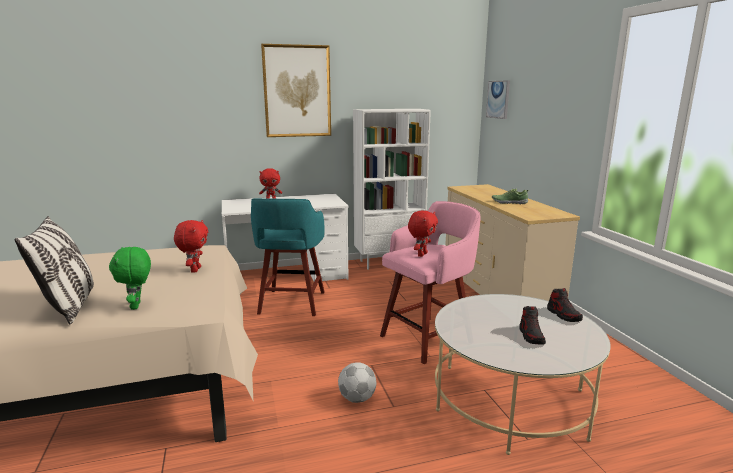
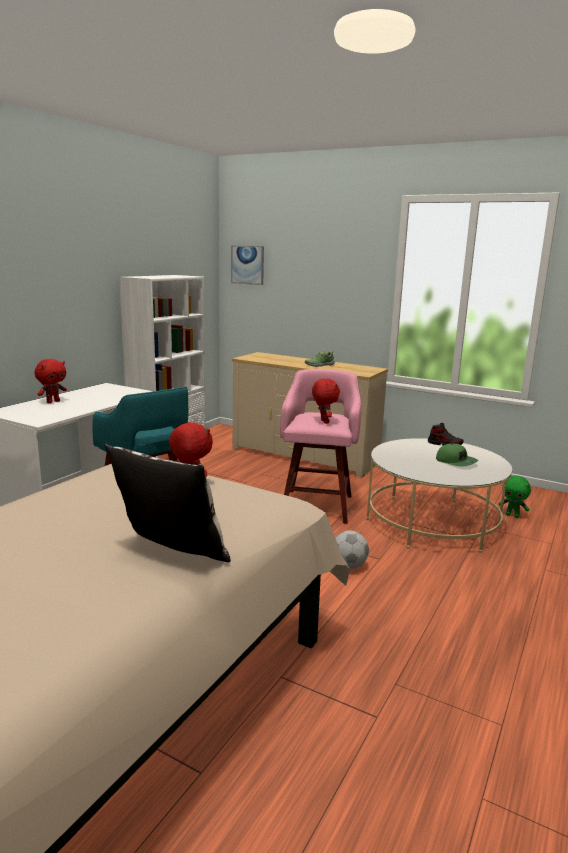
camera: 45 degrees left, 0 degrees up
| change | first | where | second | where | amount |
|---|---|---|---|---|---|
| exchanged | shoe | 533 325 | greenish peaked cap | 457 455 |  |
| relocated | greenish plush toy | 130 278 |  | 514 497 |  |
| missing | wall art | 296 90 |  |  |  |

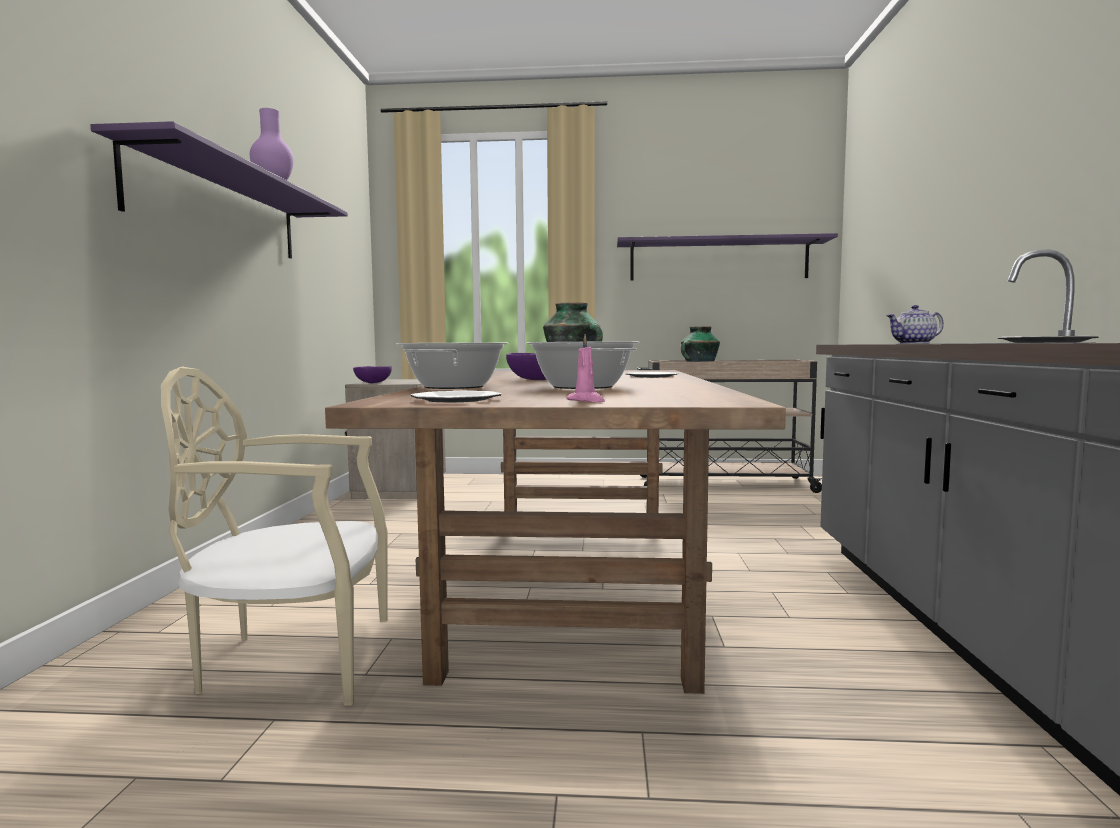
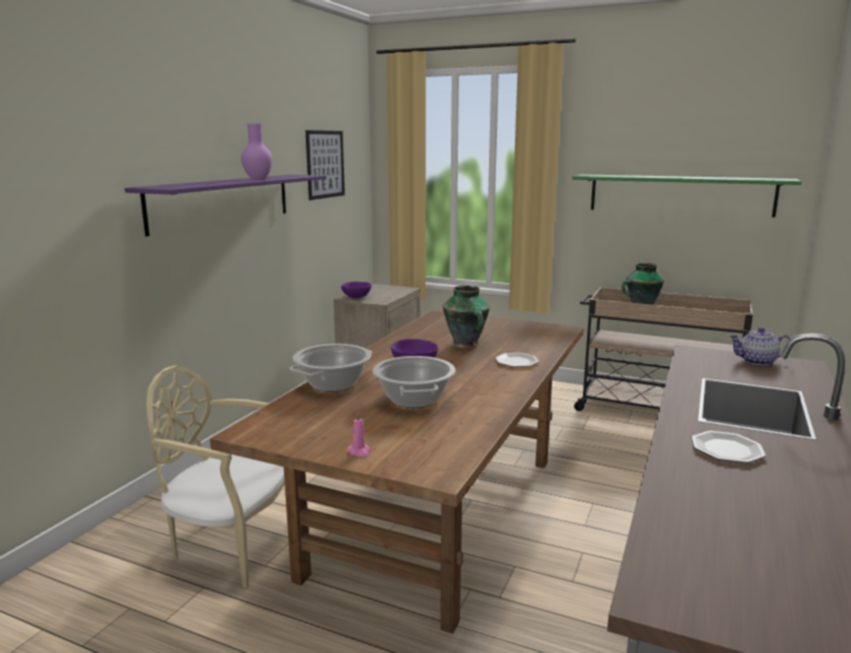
camera: 20 degrees right, 10 degrees up
| change | first | where | second | where | amount |
|---|---|---|---|---|---|
| appeared |  |  | wall art | 325 165 |  |
| colour | purplish bracket shelf | 727 257 | greenish bracket shelf | 687 195 |  |
| missing | flat dish | 456 397 |  |  |  |

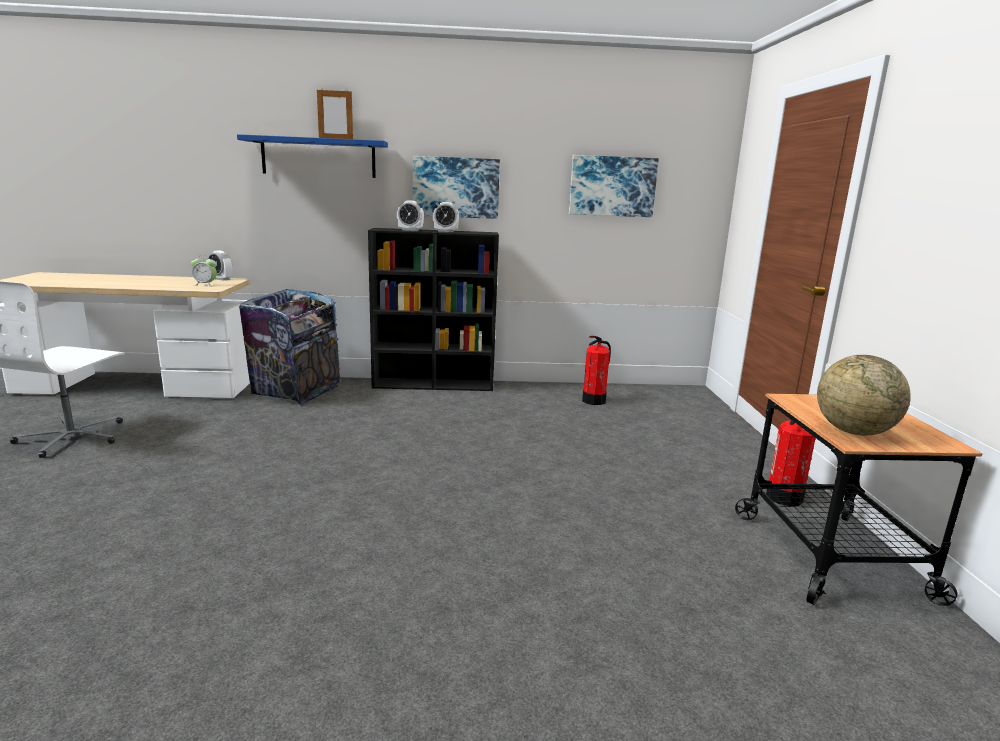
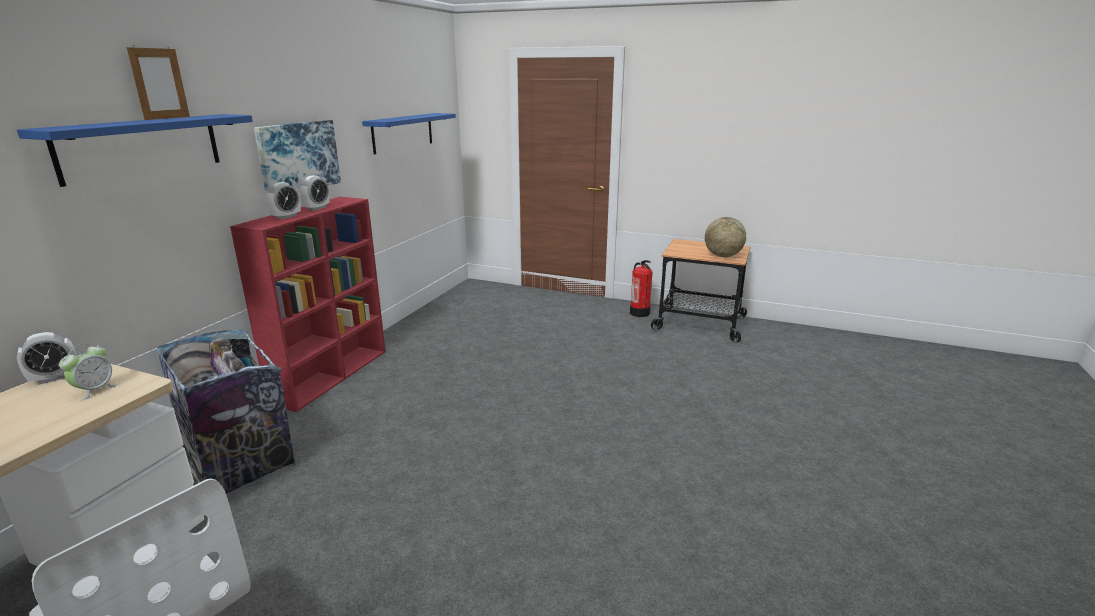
camera: 65 degrees left, 5 degrees up
| change | first | where | second | where | amount |
|---|---|---|---|---|---|
| colour | blackish shelving unit | 433 309 | red-coloured shelving unit | 308 304 |  |
| exchanged | wall art | 614 186 | blue bracket shelf | 409 133 |  |
| missing | fire-fighting cylinder | 596 370 |  |  |  |

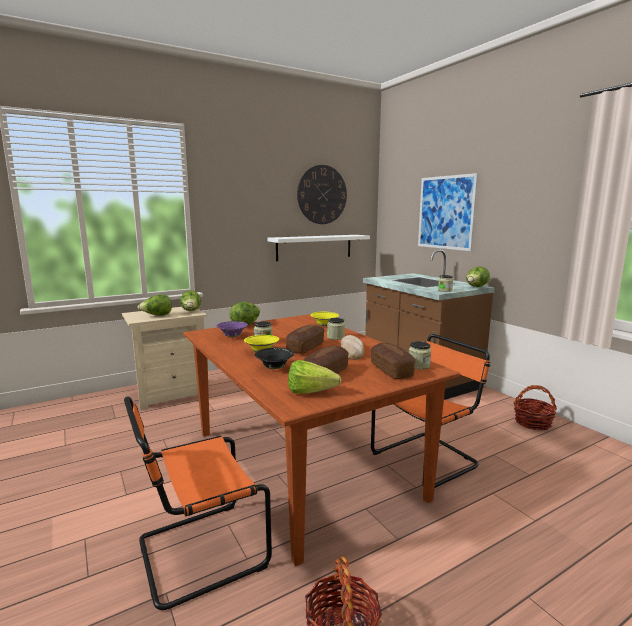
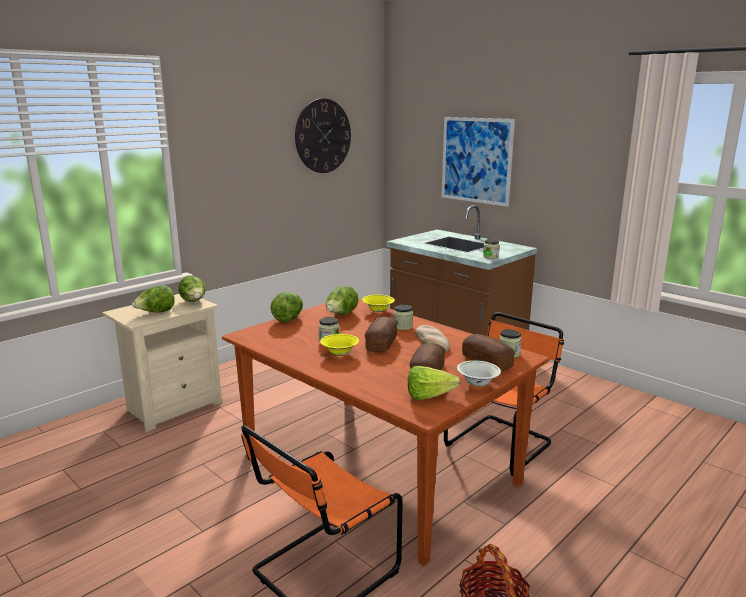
camera: 15 degrees left, 5 degrees up
| change | first | where | second | where | amount |
|---|---|---|---|---|---|
| relocated | lettuce | 478 276 |  | 342 300 |  |
| appeared |  |  | whitish bowl | 479 373 |  |
| missing | purplish bowl | 232 329 |  |  |  |
| missing | blackish bowl | 274 358 |  |  |  |
| missing | whitish bracket shelf | 318 248 |  |  |  |
| missing | basket | 535 408 |  |  |  |

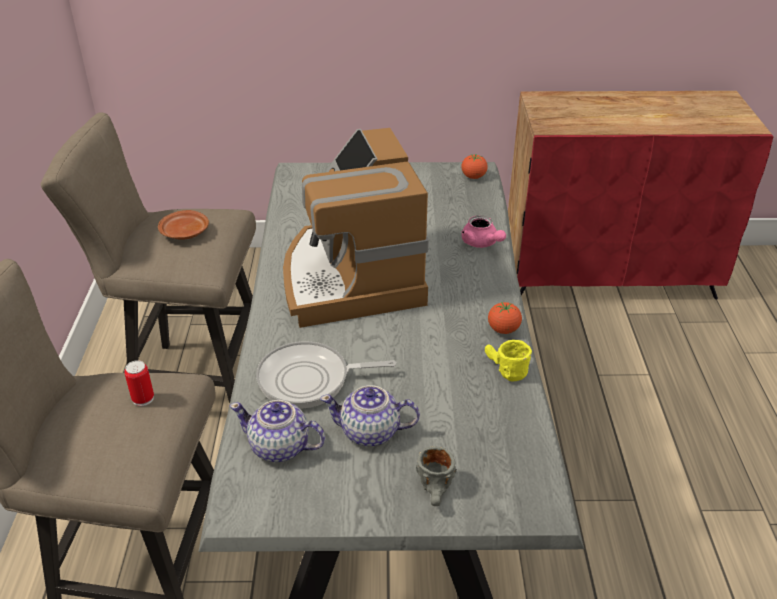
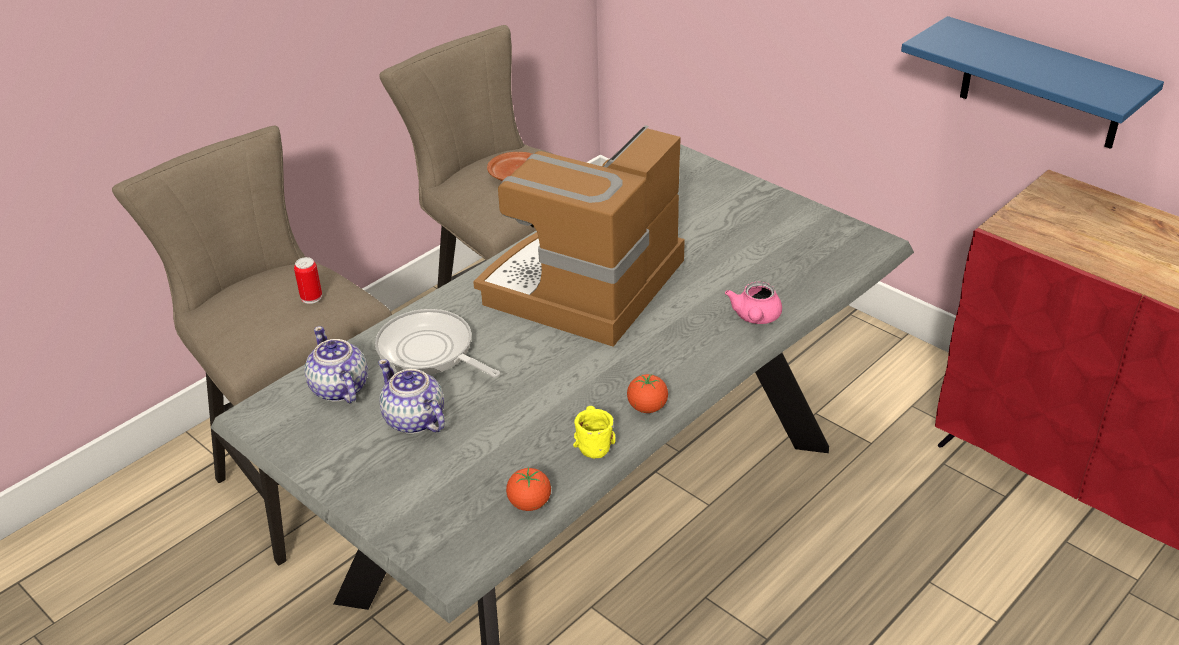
camera: 45 degrees right, 0 degrees up
| change | first | where | second | where | amount |
|---|---|---|---|---|---|
| relocated | whole tomato | 474 166 |  | 528 489 |  |
| appeared |  |  | blue bracket shelf | 1032 82 |  |
| missing | greyish mug | 436 476 |  |  |  |

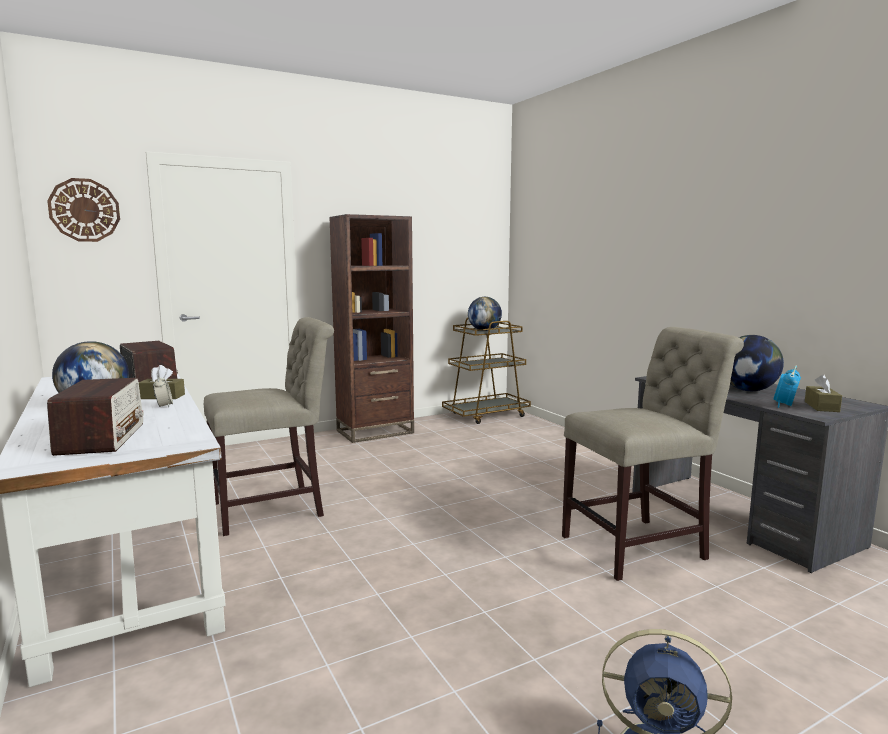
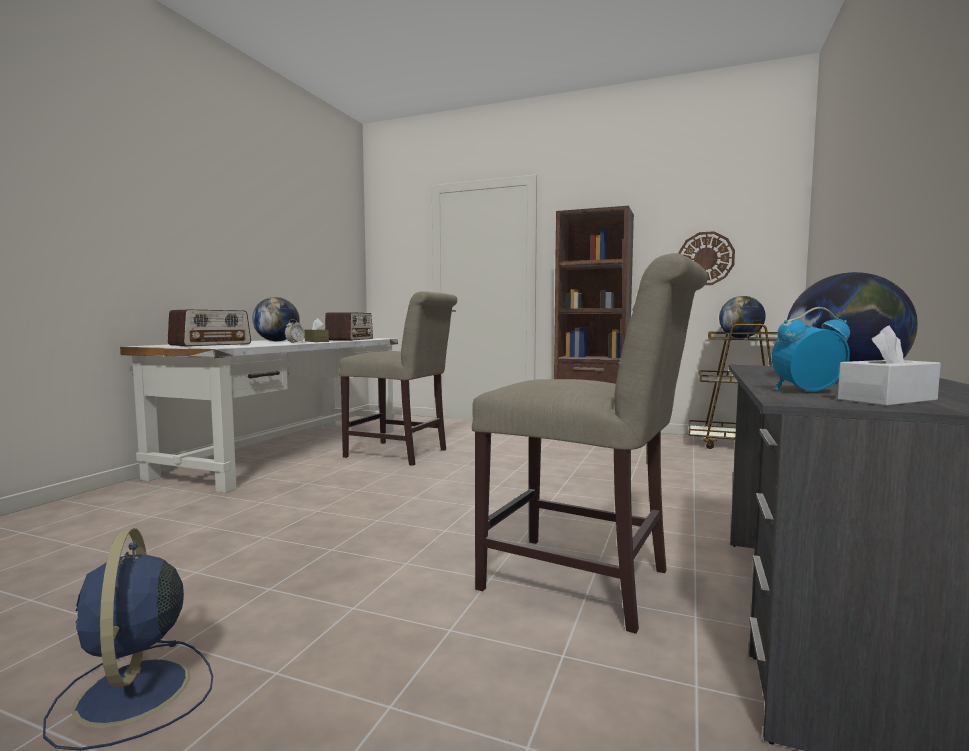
camera: 50 degrees right, 5 degrees down
| change | first | where | second | where | amount |
|---|---|---|---|---|---|
| relocated | hanging clock | 83 210 |  | 706 258 |  |
| colour | brownish box of tissues | 823 393 | whitish box of tissues | 889 366 |  |

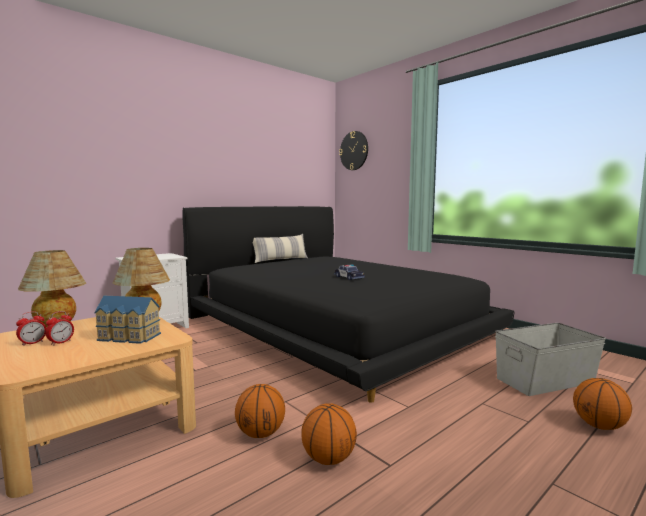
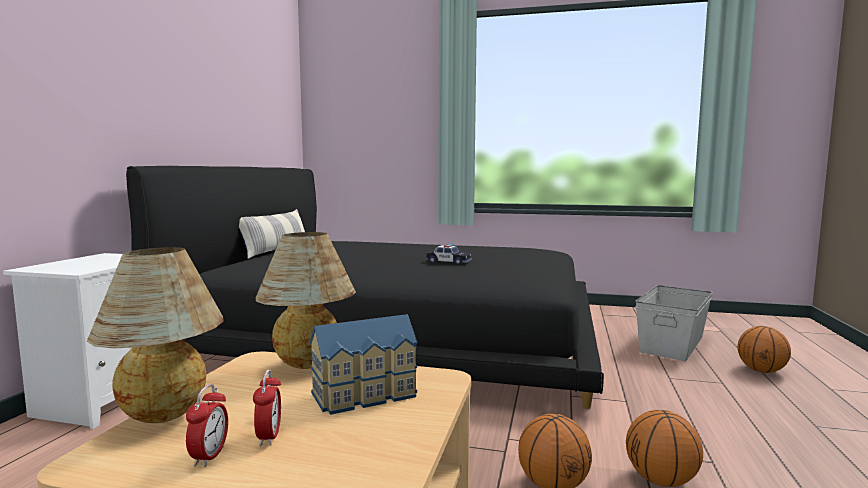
camera: 35 degrees left, 0 degrees up
| change | first | where | second | where | amount |
|---|---|---|---|---|---|
| missing | hanging clock | 353 150 |  |  |  |

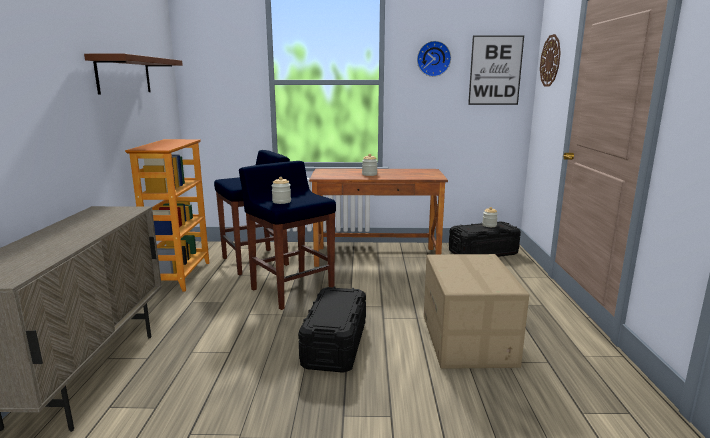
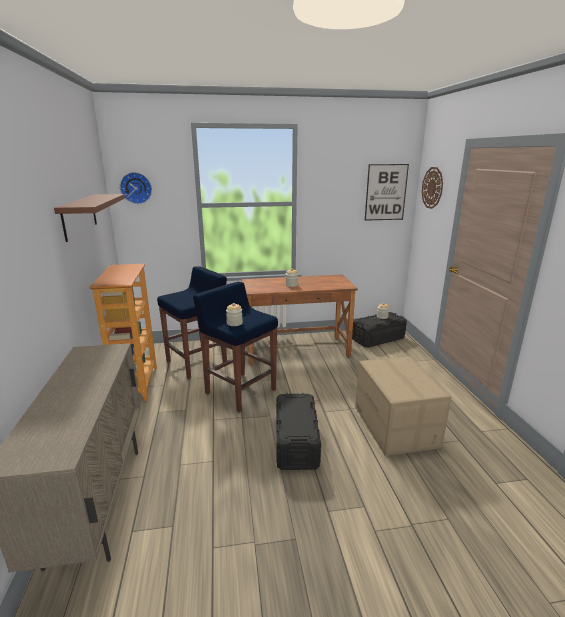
camera: 10 degrees left, 5 degrees up
| change | first | where | second | where | amount |
|---|---|---|---|---|---|
| relocated | hanging clock | 434 59 |  | 136 188 |  |

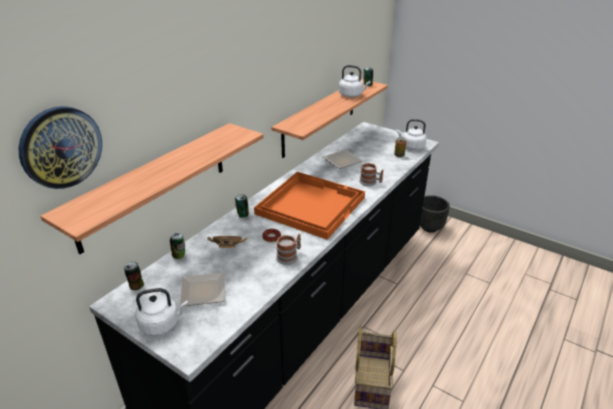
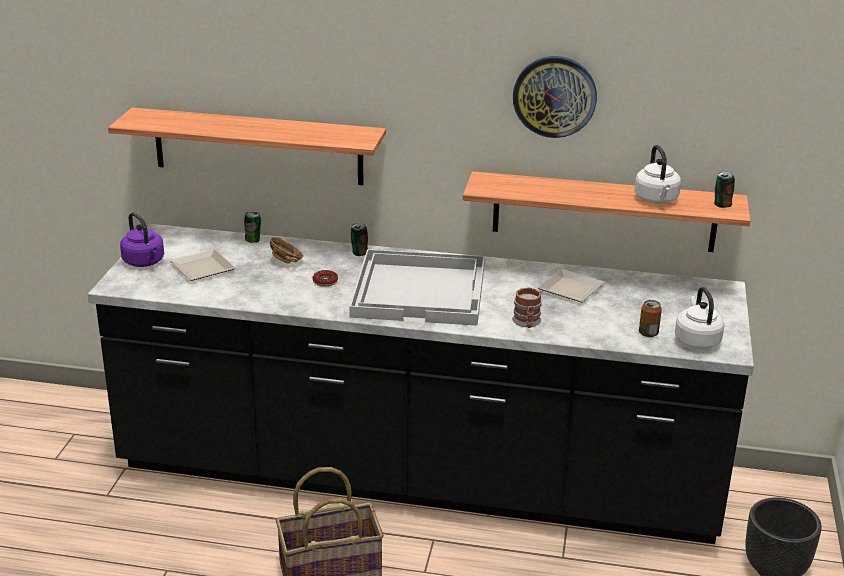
camera: 65 degrees right, 5 degrees down
| change | first | where | second | where | amount |
|---|---|---|---|---|---|
| colour | whitish tea kettle | 161 312 | purplish tea kettle | 142 239 |  |
| colour | orange tray | 309 206 | whitish tray | 417 287 |  |
| relocated | hanging clock | 60 147 |  | 555 97 |  |
| missing | can | 134 275 |  |  |  |
| missing | mug | 288 249 |  |  |  |

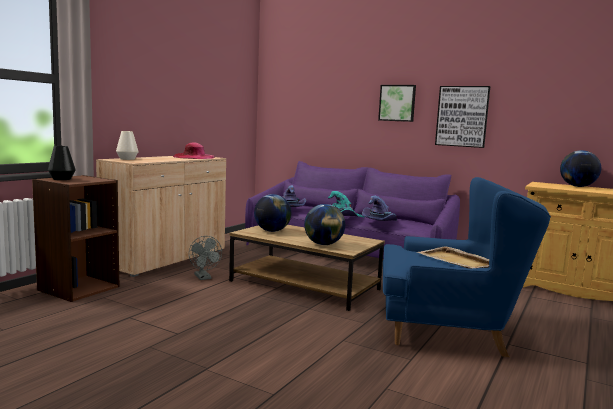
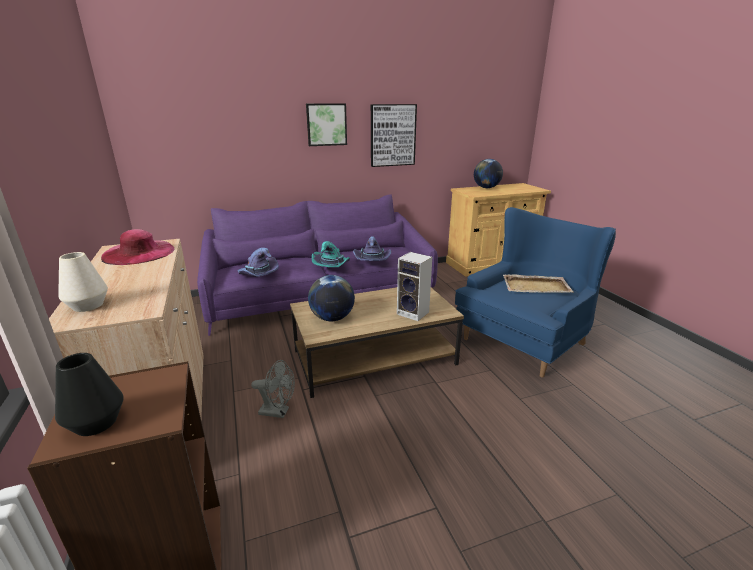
camera: 50 degrees left, 15 degrees up
| change | first | where | second | where | amount |
|---|---|---|---|---|---|
| exchanged | world globe | 324 224 | speaker | 414 286 |  |

